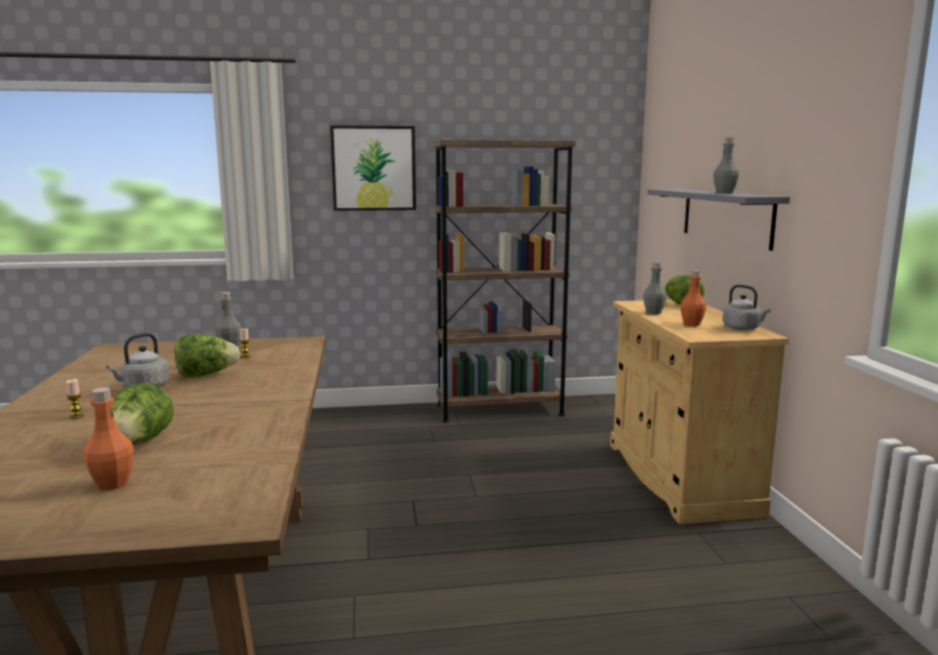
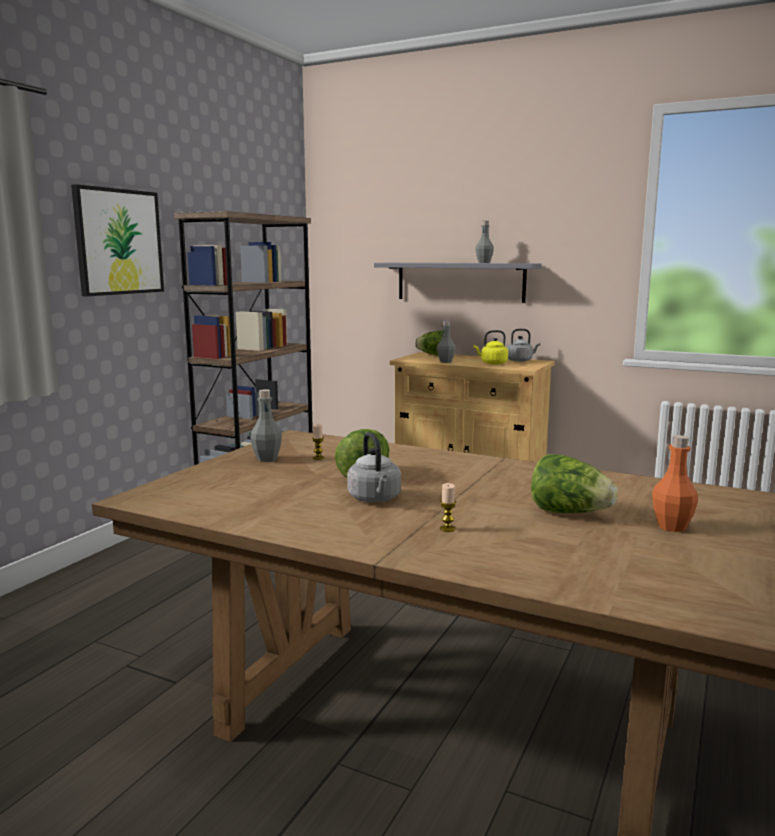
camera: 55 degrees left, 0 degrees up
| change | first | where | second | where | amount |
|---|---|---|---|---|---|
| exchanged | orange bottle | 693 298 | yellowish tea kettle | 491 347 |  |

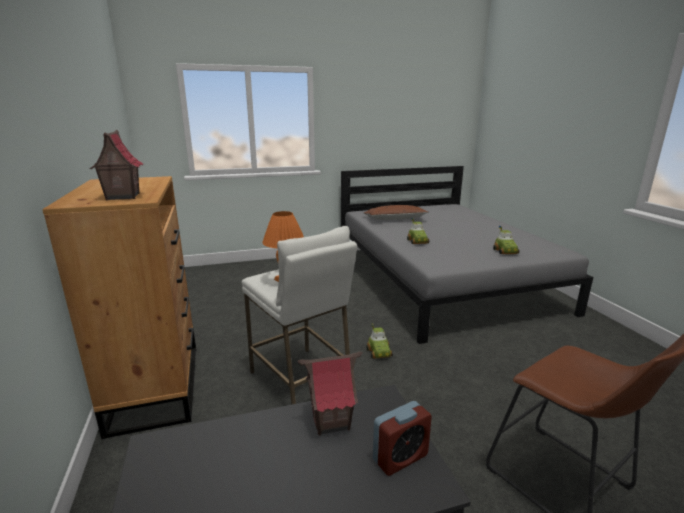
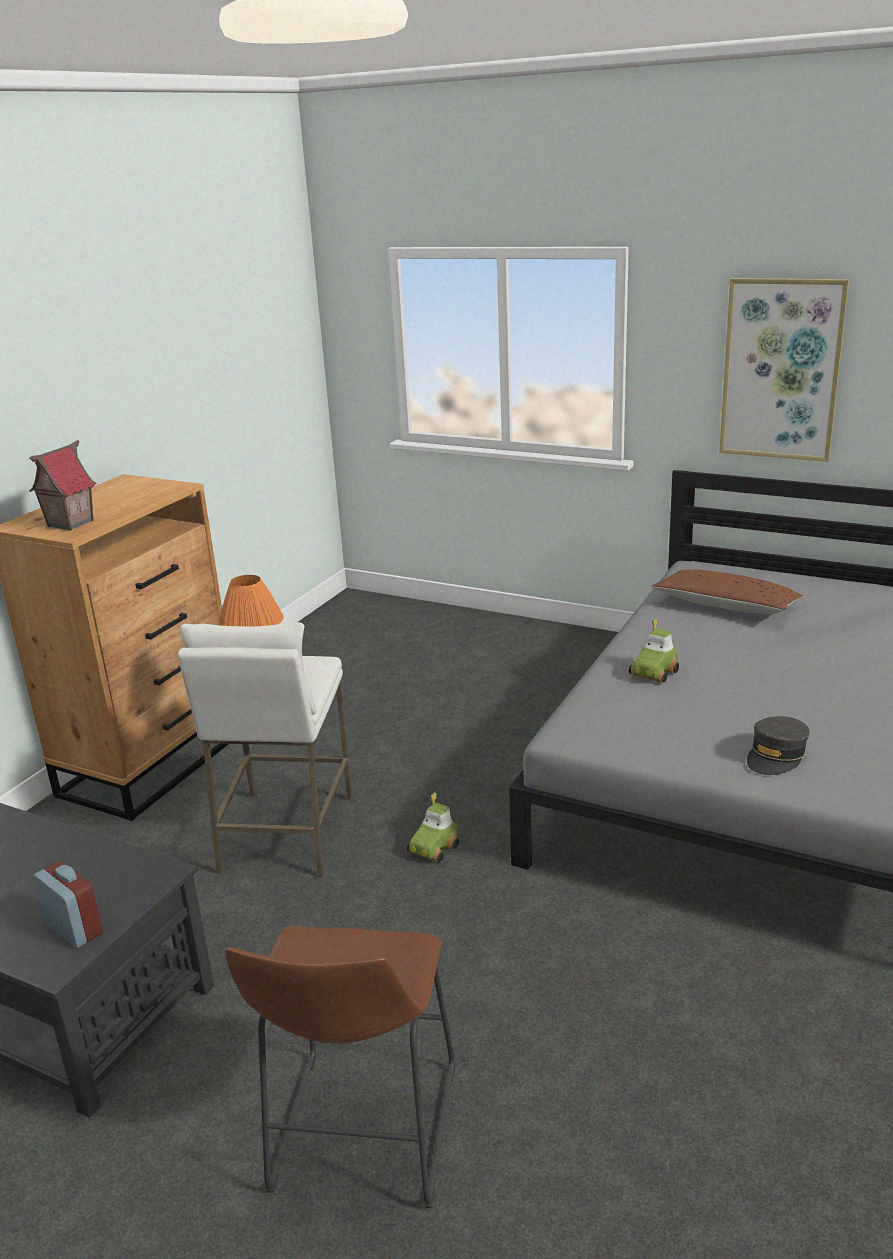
camera: 45 degrees right, 5 degrees up
| change | first | where | second | where | amount |
|---|---|---|---|---|---|
| spun | alarm clock | 402 438 |  | 68 904 | 150 degrees counterclockwise |
| appeared |  |  | wall art | 784 370 |  |
| exchanged | miniature car | 506 240 | greyish peaked cap | 778 745 |  |
| missing | model house | 330 394 |  |  |  |

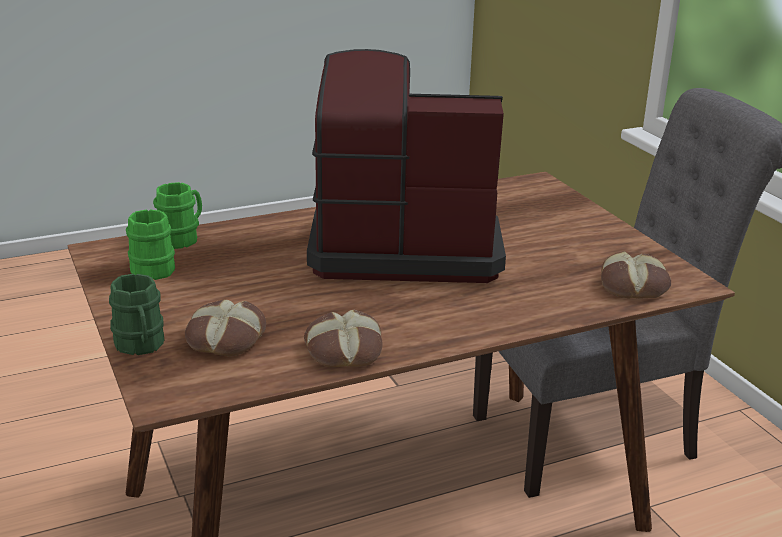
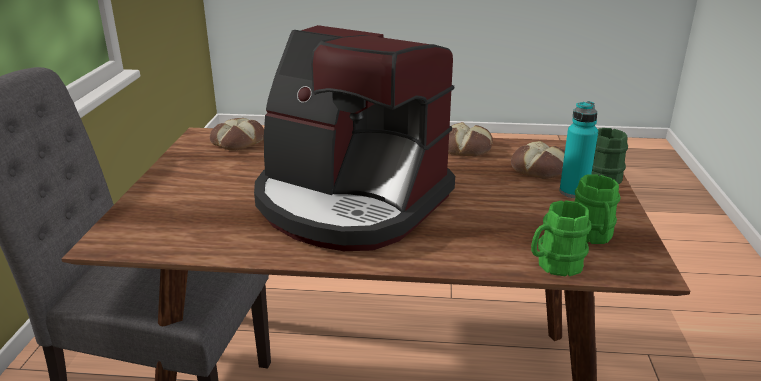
camera: 150 degrees left, 0 degrees up
| change | first | where | second | where | amount |
|---|---|---|---|---|---|
| appeared |  |  | blue-green bottle | 578 149 |  |

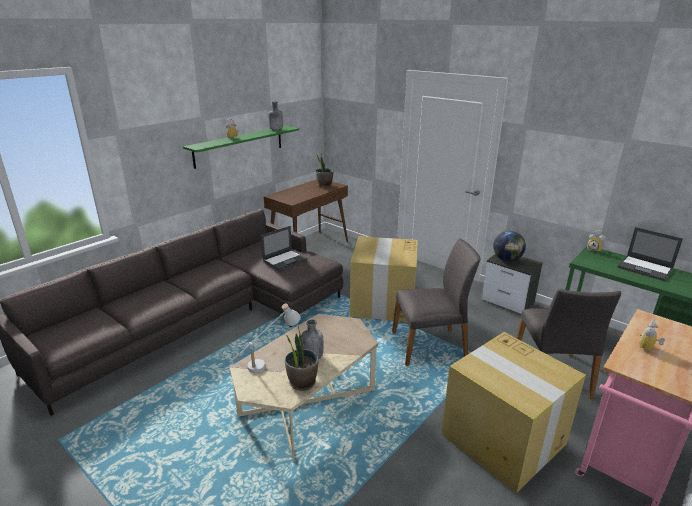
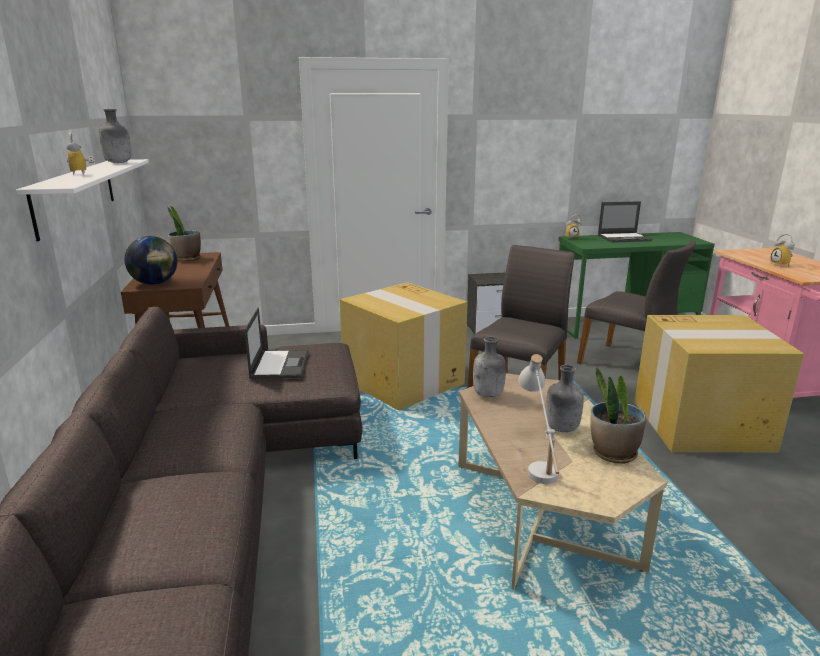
camera: 50 degrees left, 5 degrees down
| change | first | where | second | where | amount |
|---|---|---|---|---|---|
| colour | greenish bracket shelf | 241 147 | whitish bracket shelf | 82 200 |  |
| relocated | world globe | 509 246 |  | 150 260 |  |
| appeared |  |  | greyish bottle | 489 367 |  |

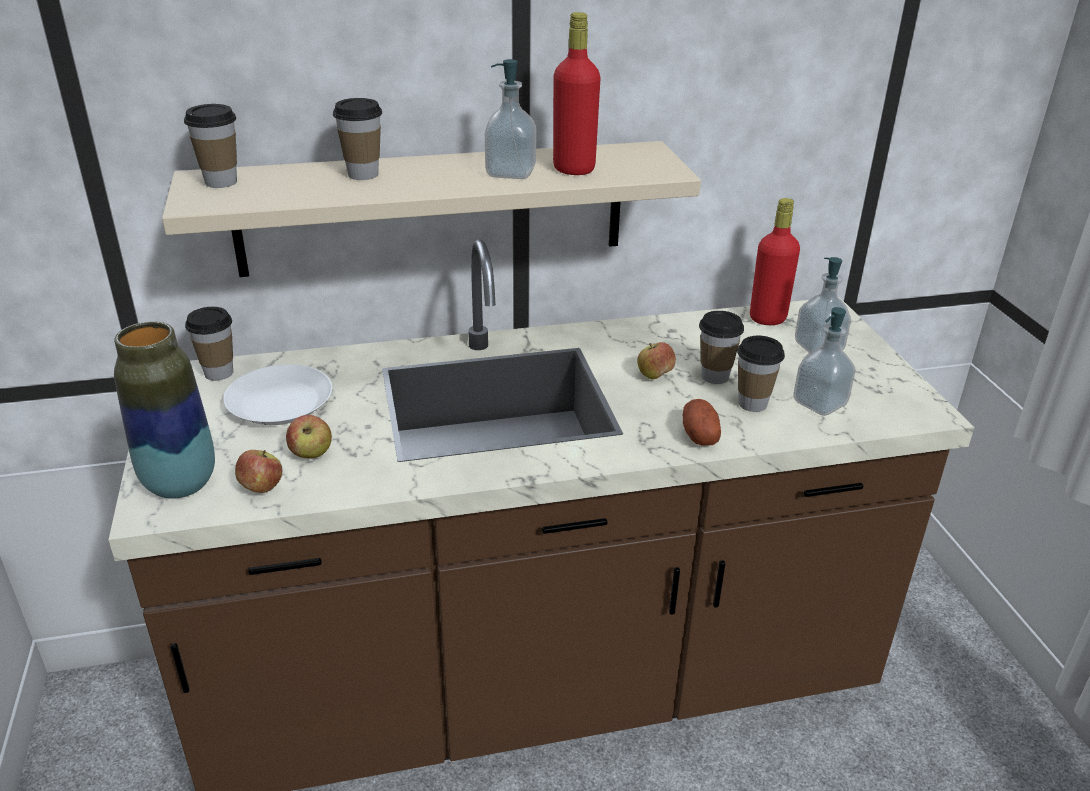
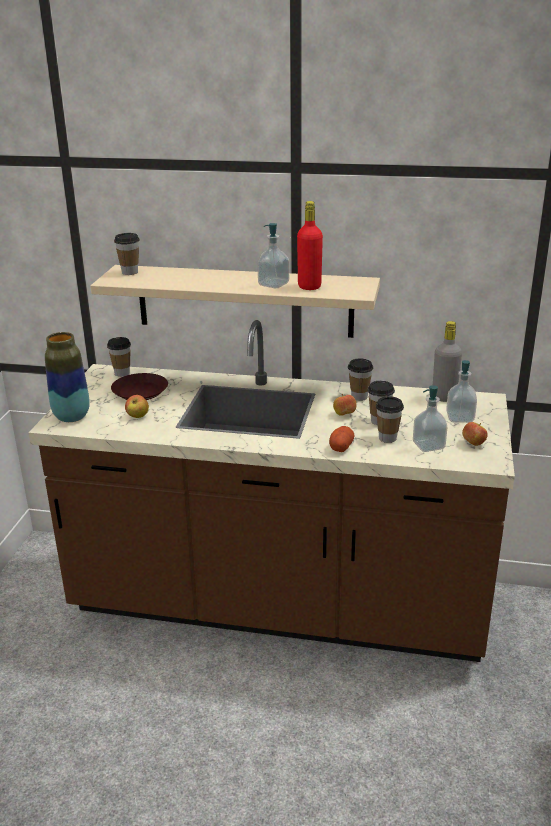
camera: 25 degrees right, 5 degrees down
| change | first | where | second | where | amount |
|---|---|---|---|---|---|
| colour | whitish flat dish | 277 394 | brownish flat dish | 139 386 |  |
| relocated | drinking cup | 357 139 |  | 360 379 |  |
| colour | red-coloured bottle | 775 261 | greyish bottle | 447 361 |  |
| relocated | apple | 258 471 |  | 475 434 |  |

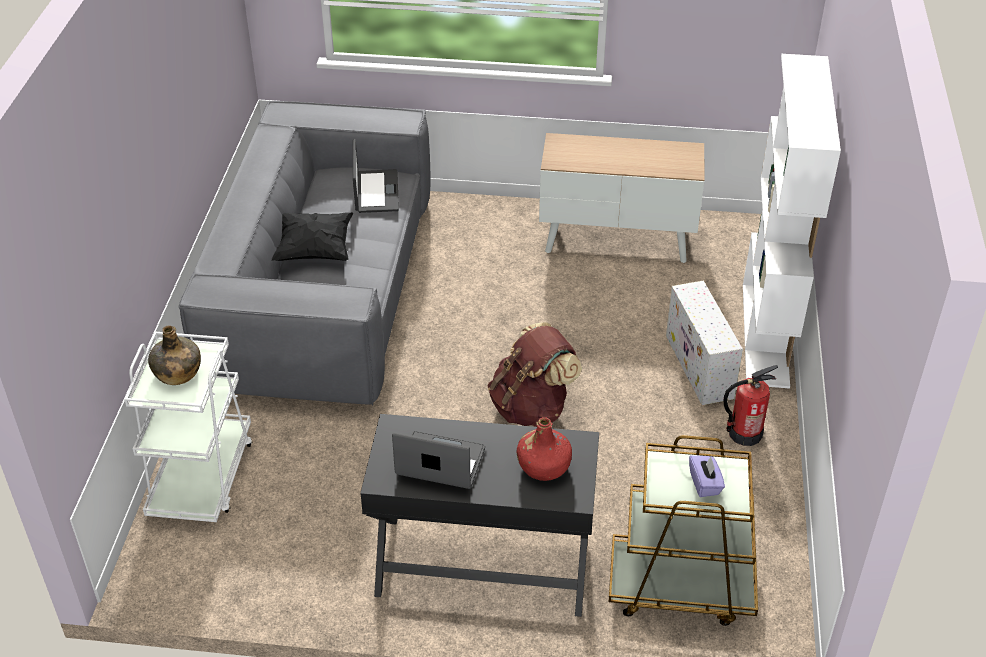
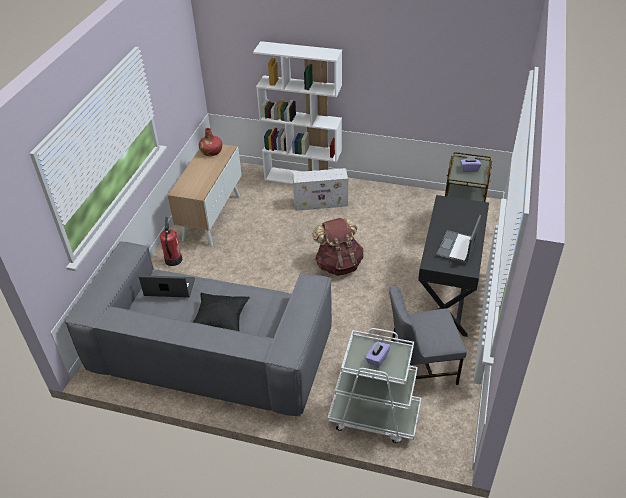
camera: 80 degrees left, 0 degrees up
| change | first | where | second | where | amount |
|---|---|---|---|---|---|
| relocated | fire-fighting cylinder | 750 405 |  | 171 241 |  |
| relocated | red-coloured bottle | 544 449 |  | 210 142 |  |
| exchanged | greenish bottle | 174 355 | purplish box of tissues | 378 354 |  |
| appeared |  |  | greyish plain chair | 428 335 |  |

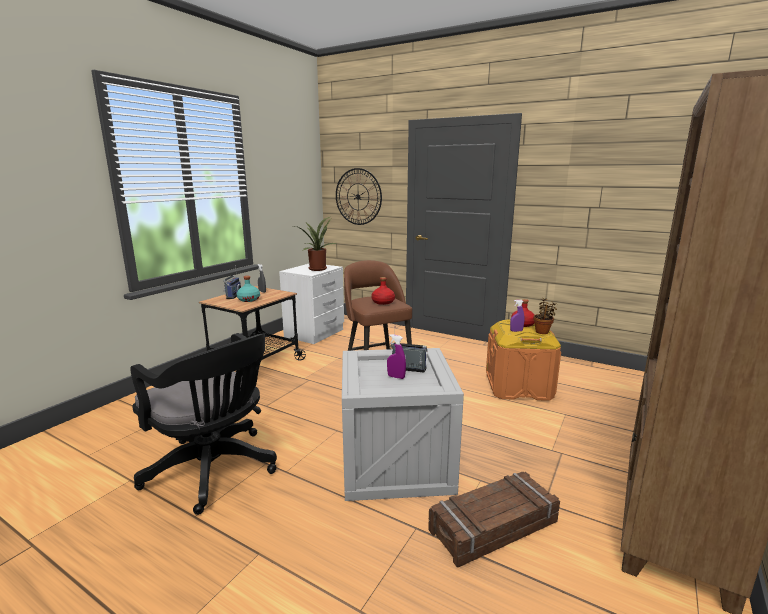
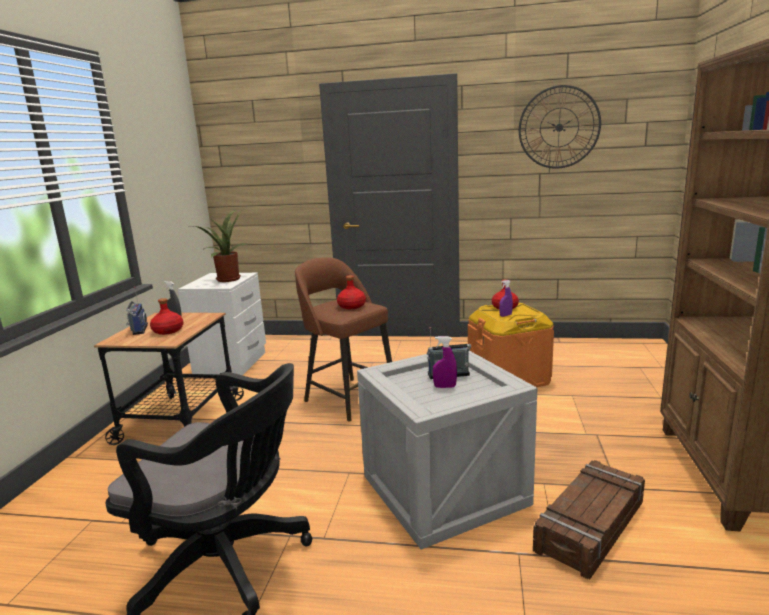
camera: 20 degrees left, 0 degrees up
| change | first | where | second | where | amount |
|---|---|---|---|---|---|
| colour | blue-green bottle | 248 289 | red-coloured bottle | 167 316 |  |
| relocated | hanging clock | 359 196 |  | 560 127 |  |
| missing | houseplant | 545 316 |  |  |  |

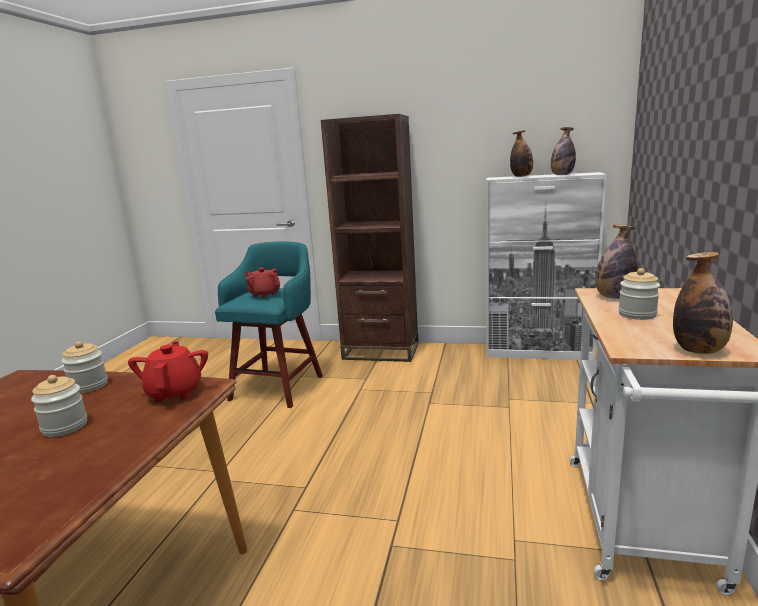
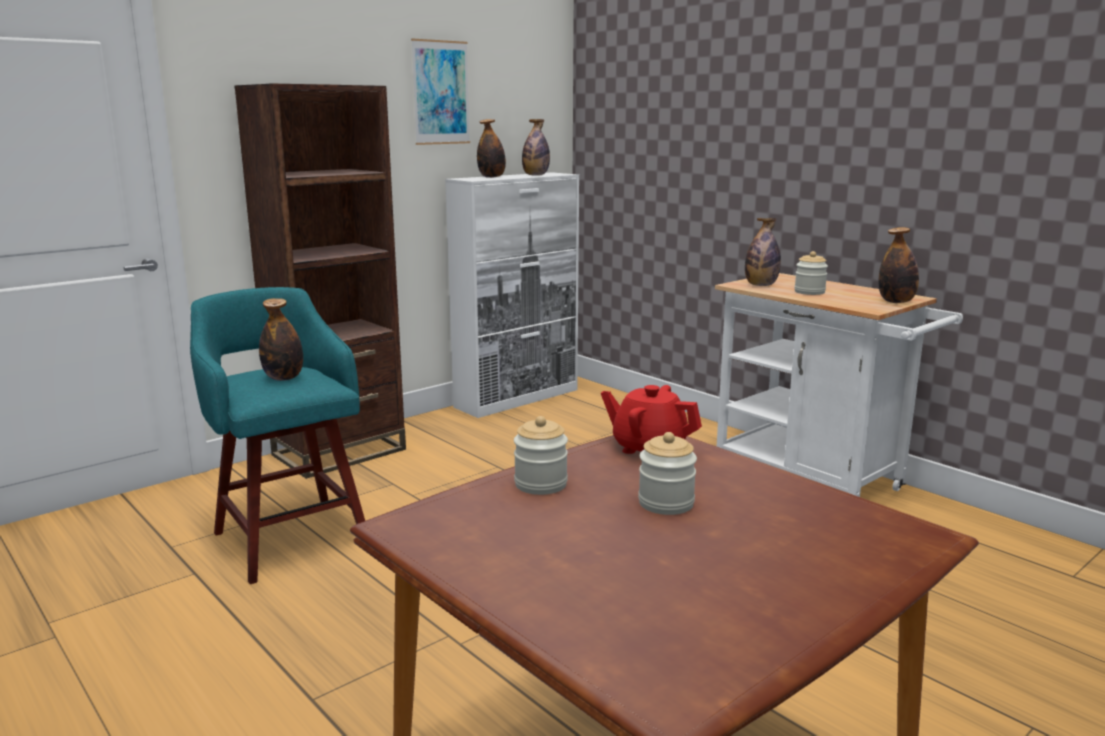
camera: 55 degrees left, 0 degrees up
| change | first | where | second | where | amount |
|---|---|---|---|---|---|
| exchanged | red-coloured tea pot | 262 283 | bottle | 281 339 |  |
| appeared |  |  | wall art | 440 91 |  |

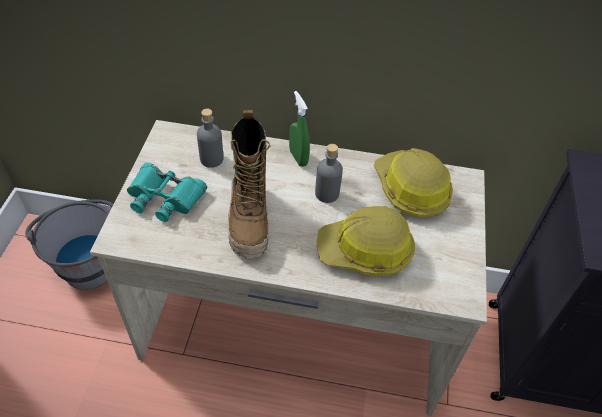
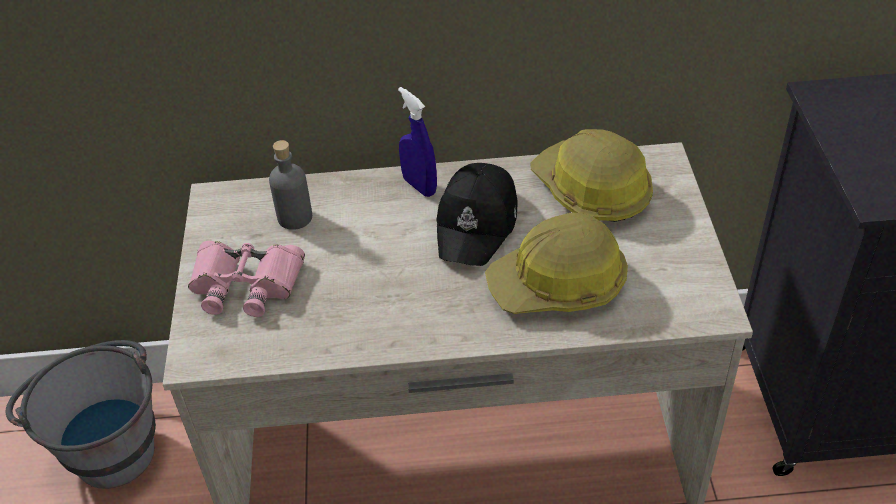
camera: 10 degrees left, 5 degrees down
| change | first | where | second | where | amount |
|---|---|---|---|---|---|
| colour | blue-green field glasses | 167 192 | pink field glasses | 246 279 |  |
| colour | greenish hand sprayer | 299 129 | blue hand sprayer | 417 142 |  |
| exchanged | greyish bottle | 329 173 | blackish peaked cap | 476 214 |  |
| missing | high-top boot | 249 184 |  |  |  |

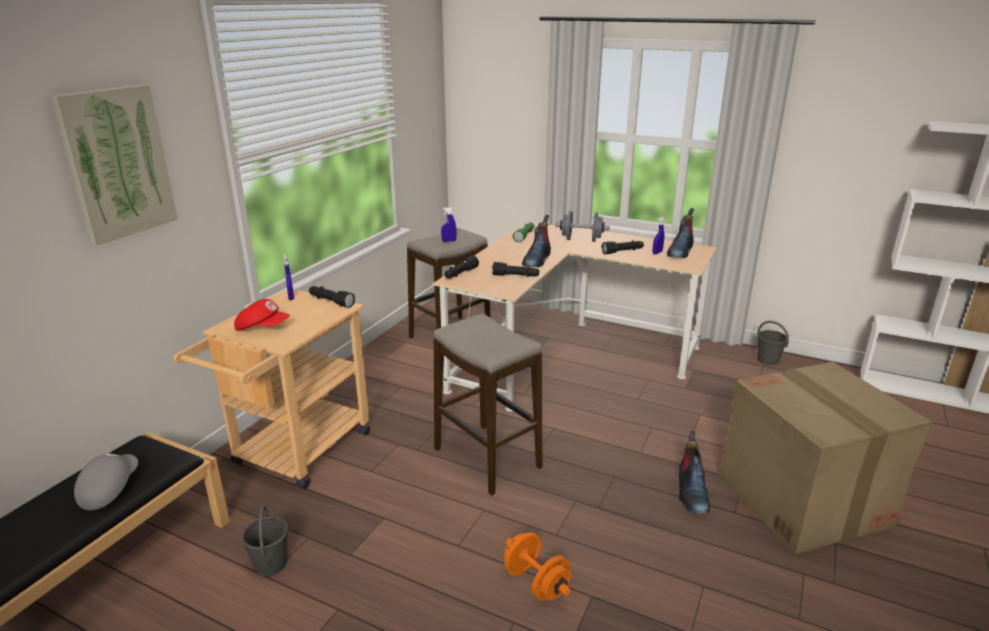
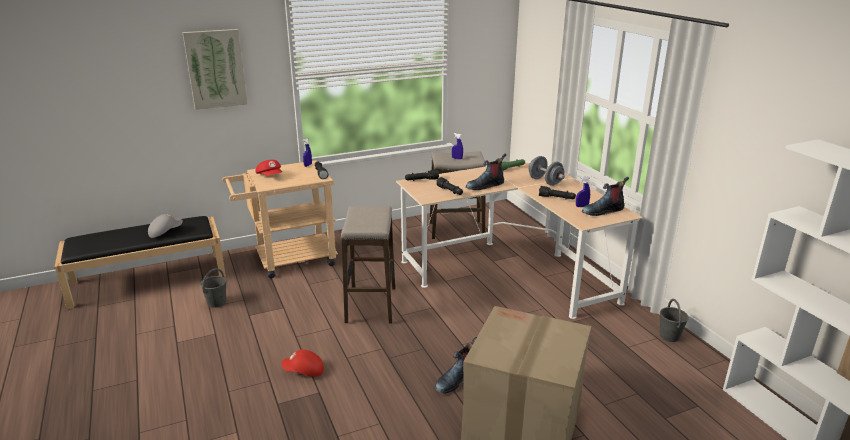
camera: 40 degrees right, 0 degrees up
| change | first | where | second | where | amount |
|---|---|---|---|---|---|
| exchanged | orange hand weight | 537 566 | red-coloured peaked cap | 302 363 |  |

